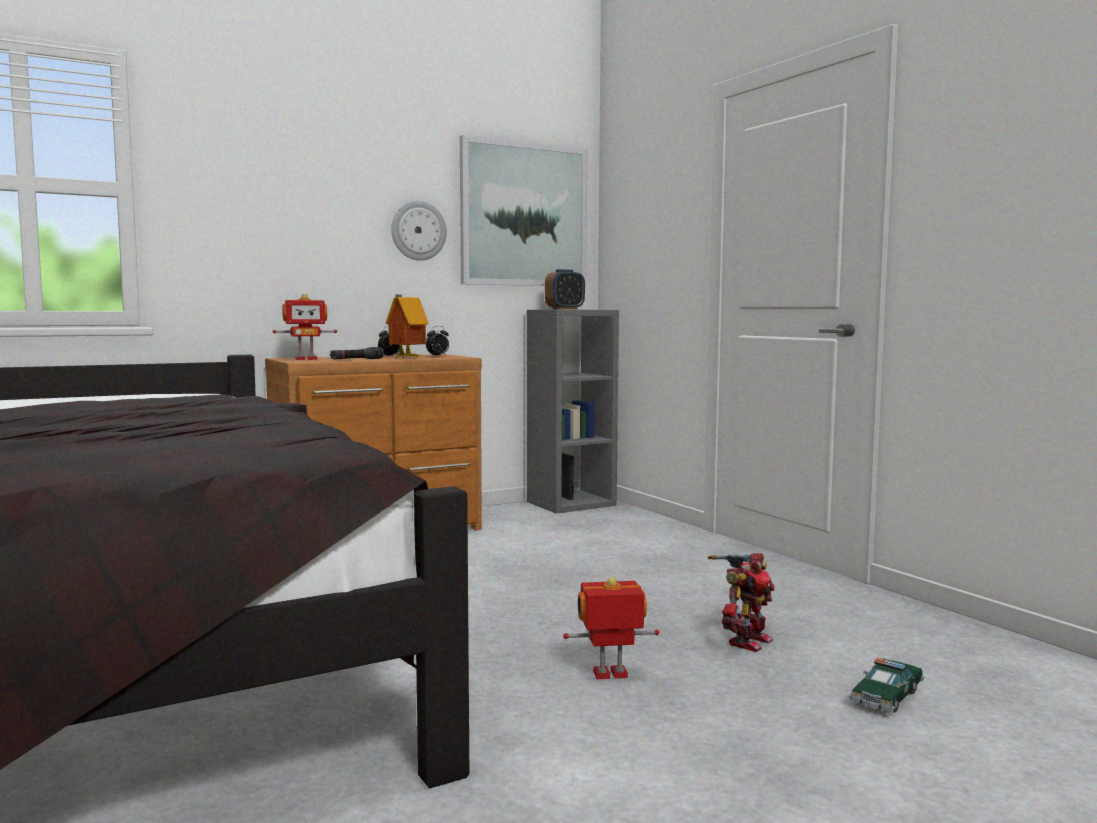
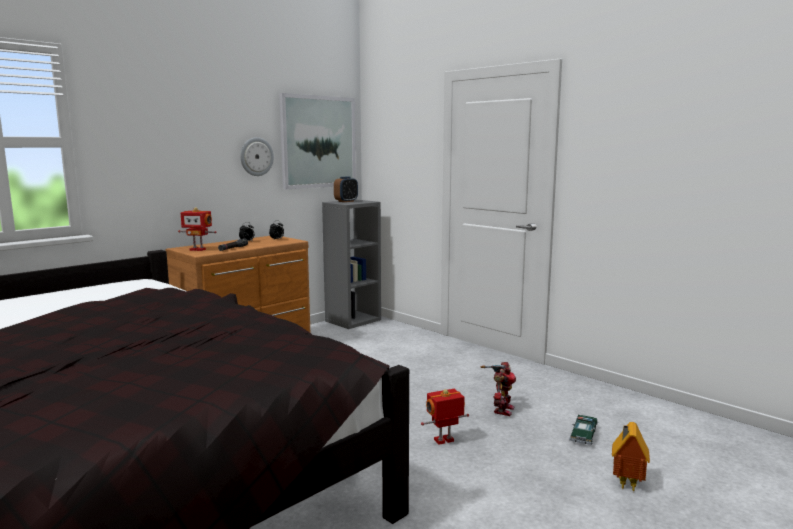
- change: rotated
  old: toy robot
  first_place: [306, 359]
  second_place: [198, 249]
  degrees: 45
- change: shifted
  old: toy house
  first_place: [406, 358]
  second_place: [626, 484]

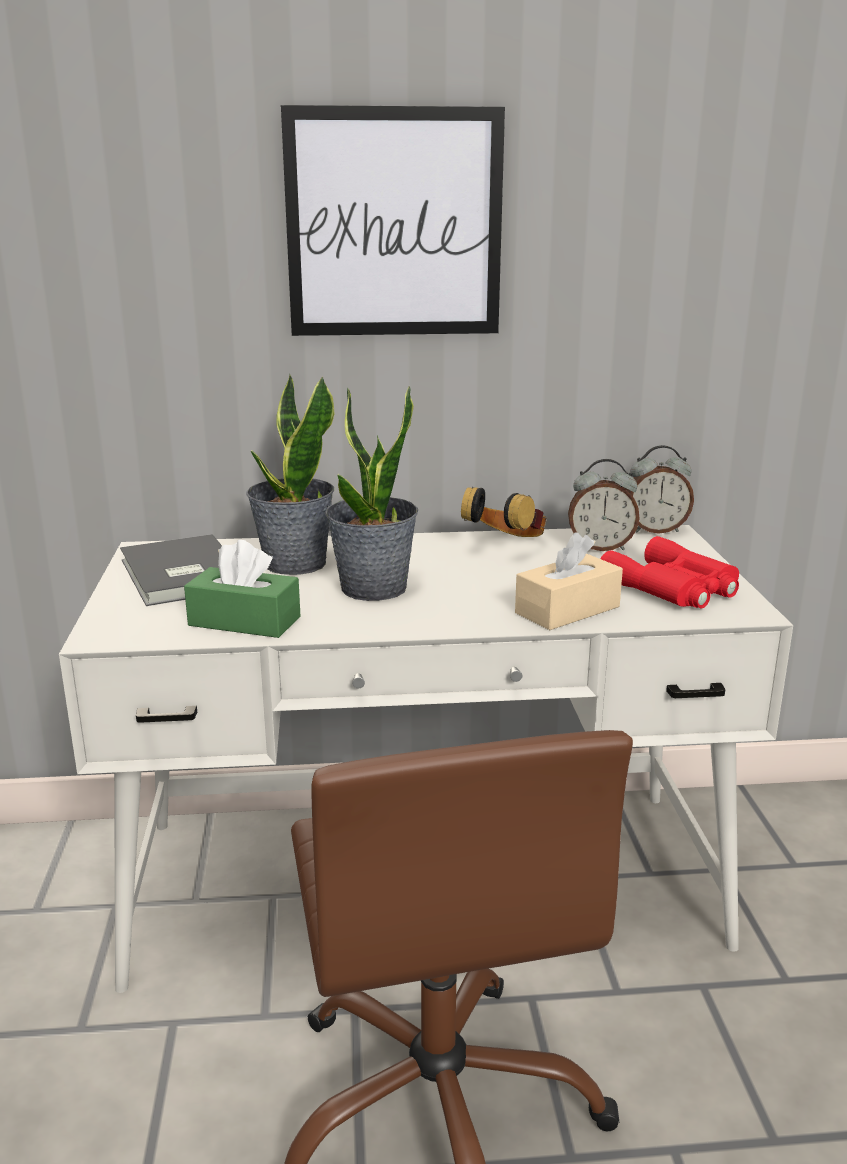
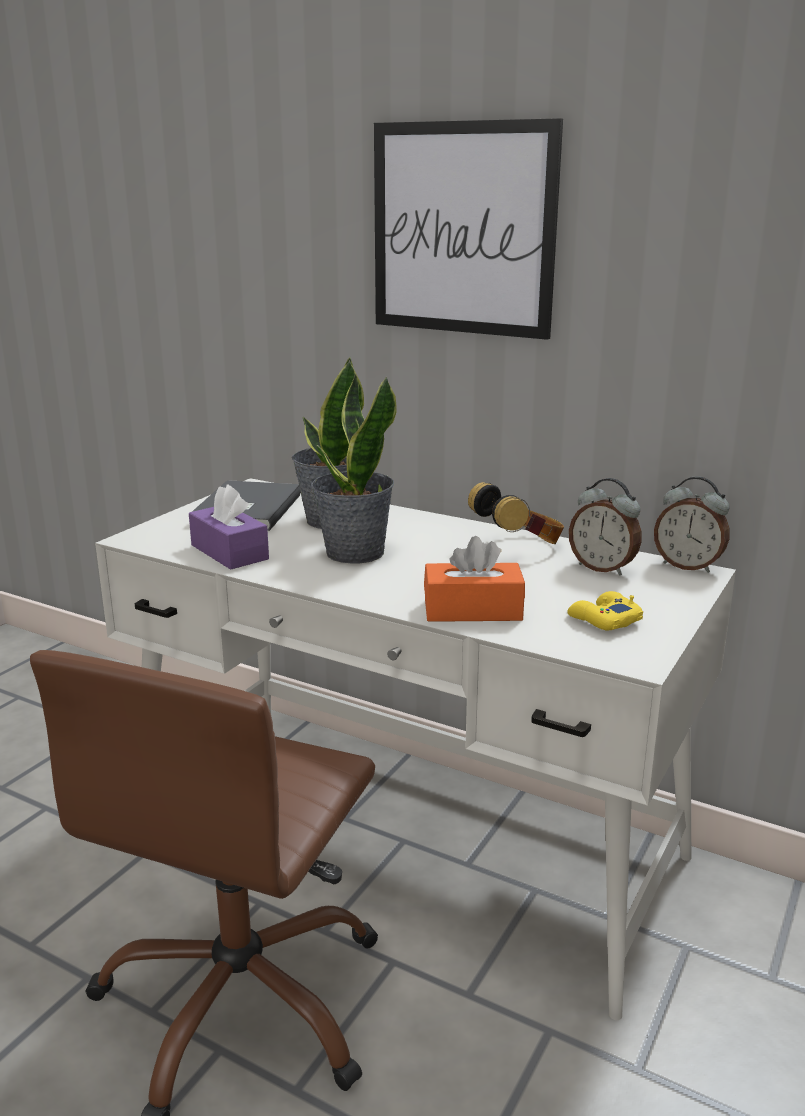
- change: repainted
  old: beige tissue box
  new: orange tissue box
  first_place: [567, 610]
  second_place: [472, 610]
- change: swapped
  old: red binoculars
  new: yellow game controller
  first_place: [673, 588]
  second_place: [604, 619]
- change: repainted
  old: green tissue box
  new: purple tissue box
  first_place: [244, 621]
  second_place: [229, 552]

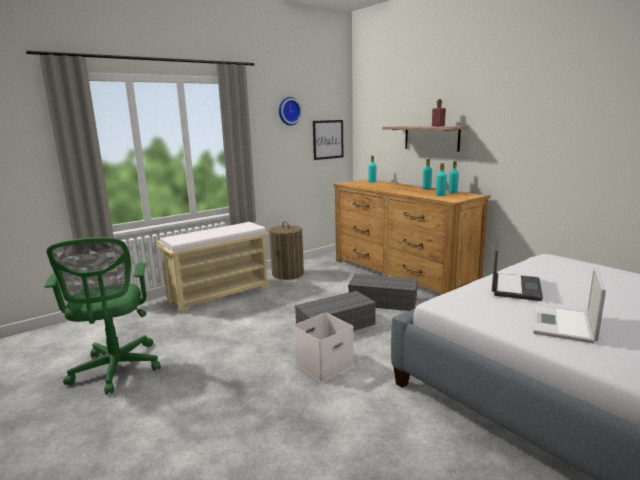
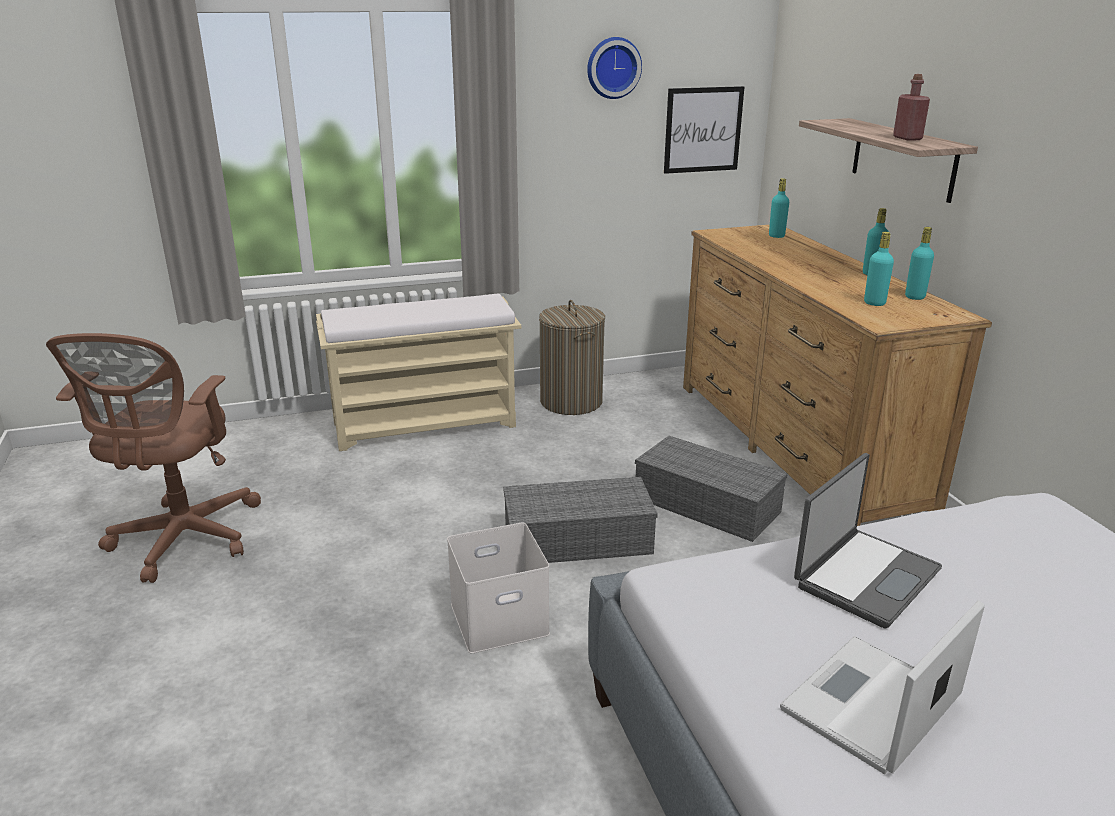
- change: repainted
  old: green office chair
  new: brown office chair
  first_place: [116, 370]
  second_place: [182, 541]

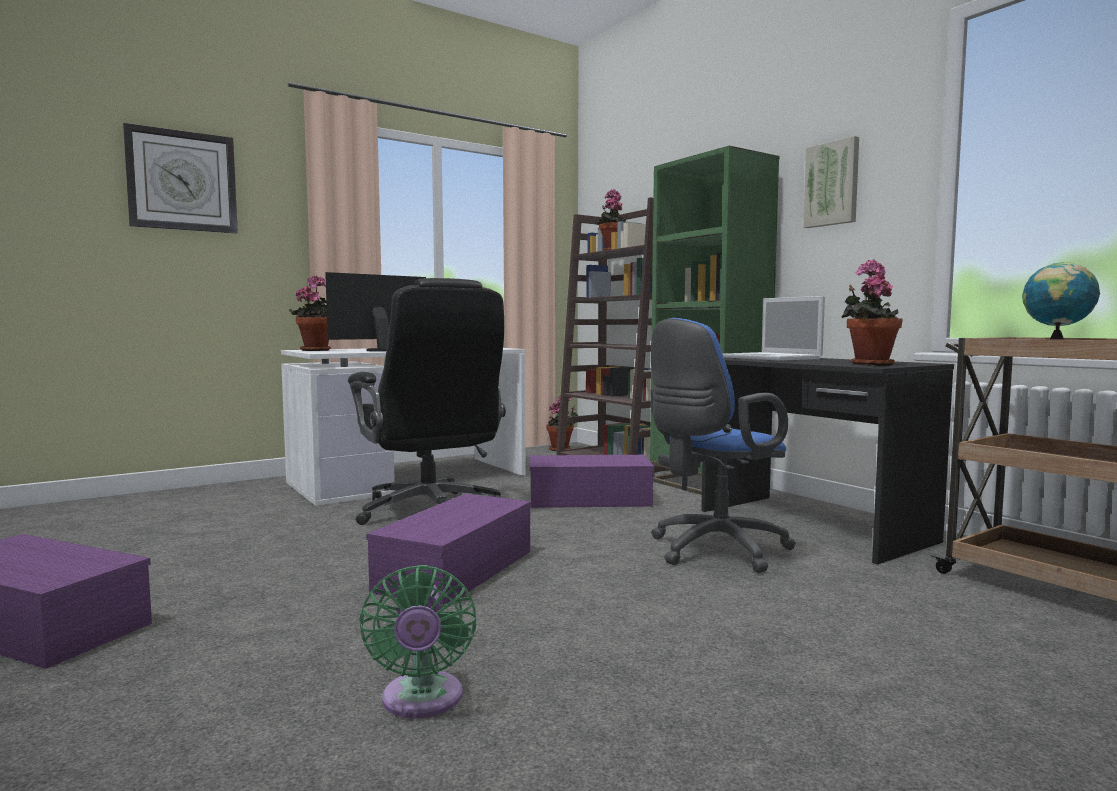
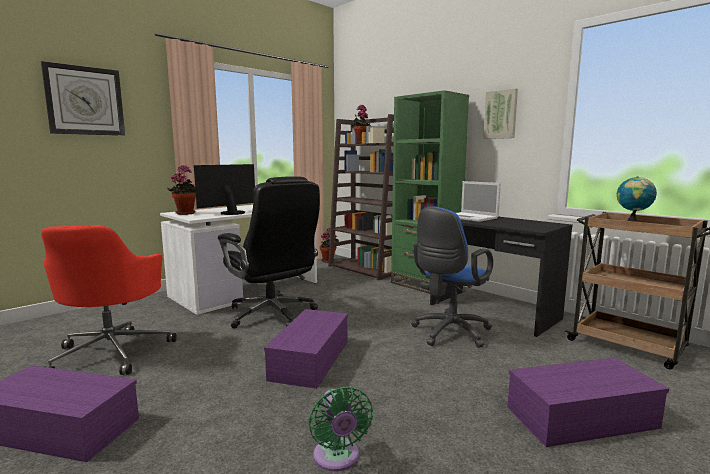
- change: gone
  old: potted plant
  first_place: [869, 364]
- change: shifted
  old: purple storage box
  first_place: [591, 499]
  second_place: [581, 416]
- change: new
  new: red office chair
  second_place: [113, 352]

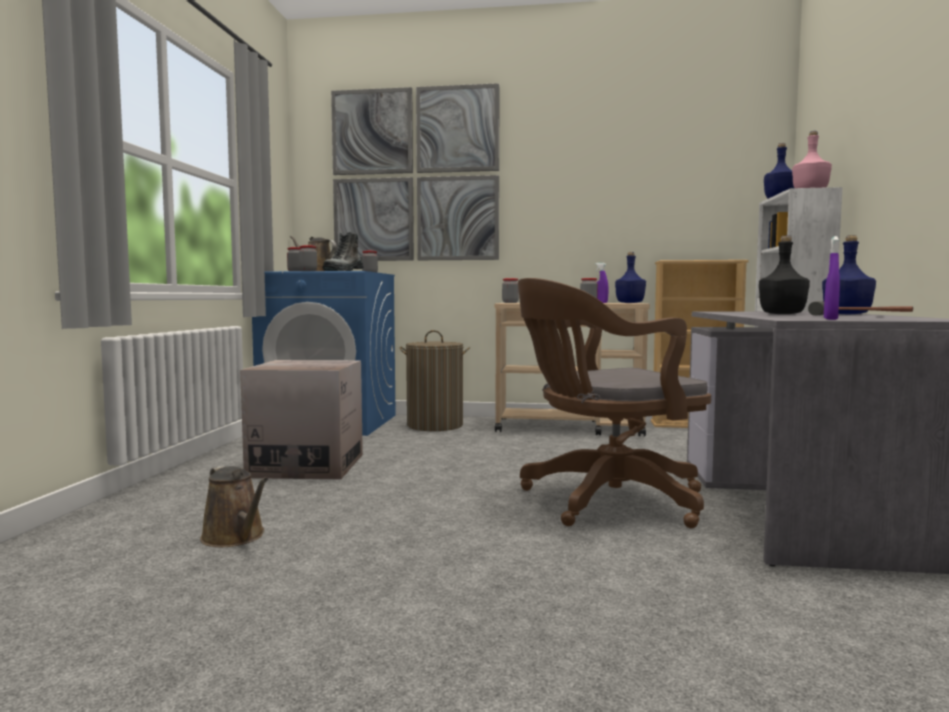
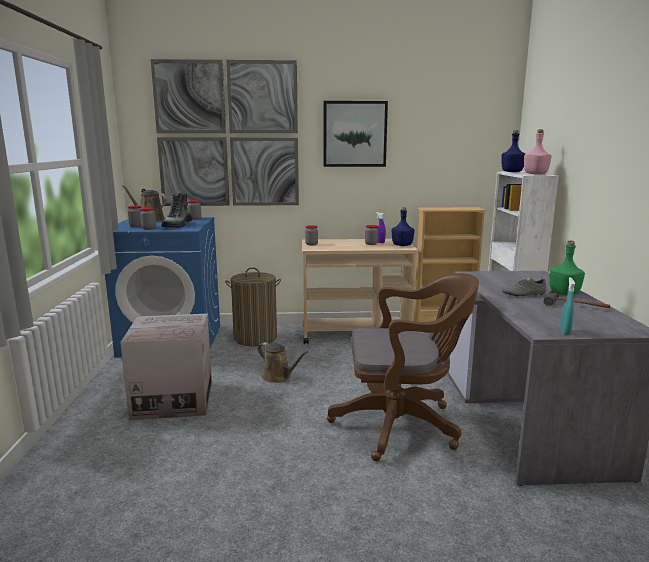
- change: repainted
  old: blue bottle
  new: green bottle
  first_place: [846, 314]
  second_place: [564, 293]
- change: swapped
  old: black bottle
  new: grey shoe
  first_place: [782, 314]
  second_place: [523, 295]
- change: repainted
  old: purple spray bottle
  new: turquoise spray bottle
  first_place: [830, 319]
  second_place: [565, 331]
- change: rotated
  old: brown office chair
  first_place: [605, 501]
  second_place: [402, 425]
  degrees: -150
- change: shifted
  old: brown watering can
  first_place: [236, 537]
  second_place: [278, 377]
- change: new
  new: picture
  second_place: [354, 134]

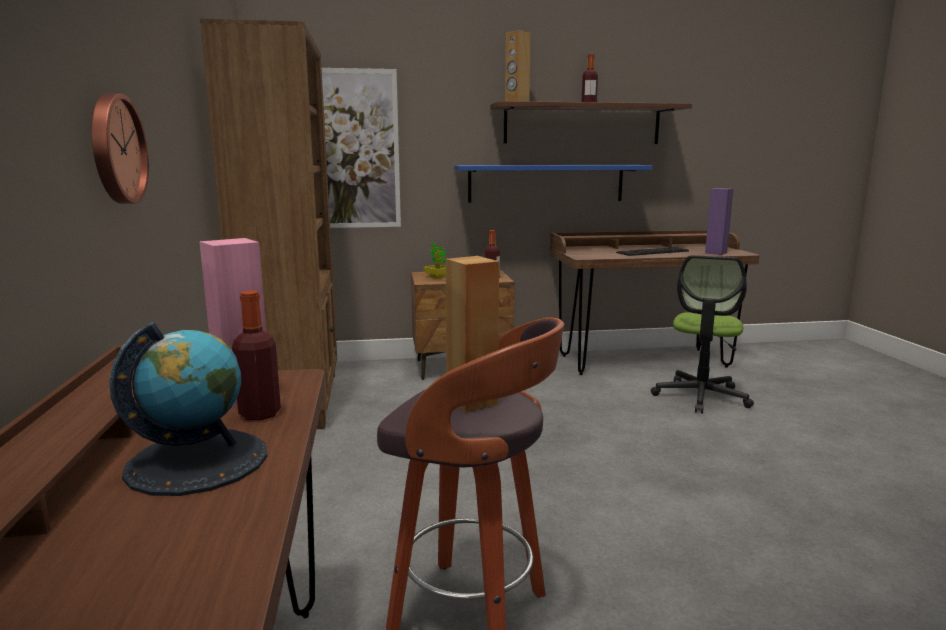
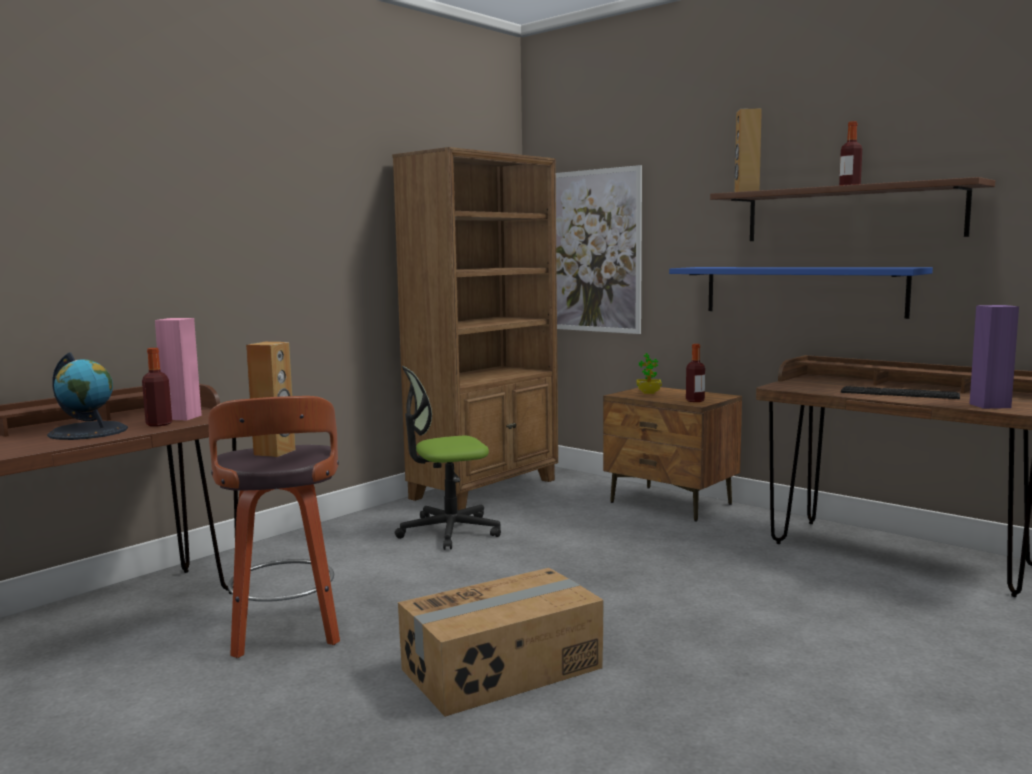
- change: gone
  old: wall clock
  first_place: [115, 149]
- change: shifted
  old: office chair
  first_place: [701, 396]
  second_place: [448, 531]
- change: new
  new: cardboard box
  second_place: [503, 669]

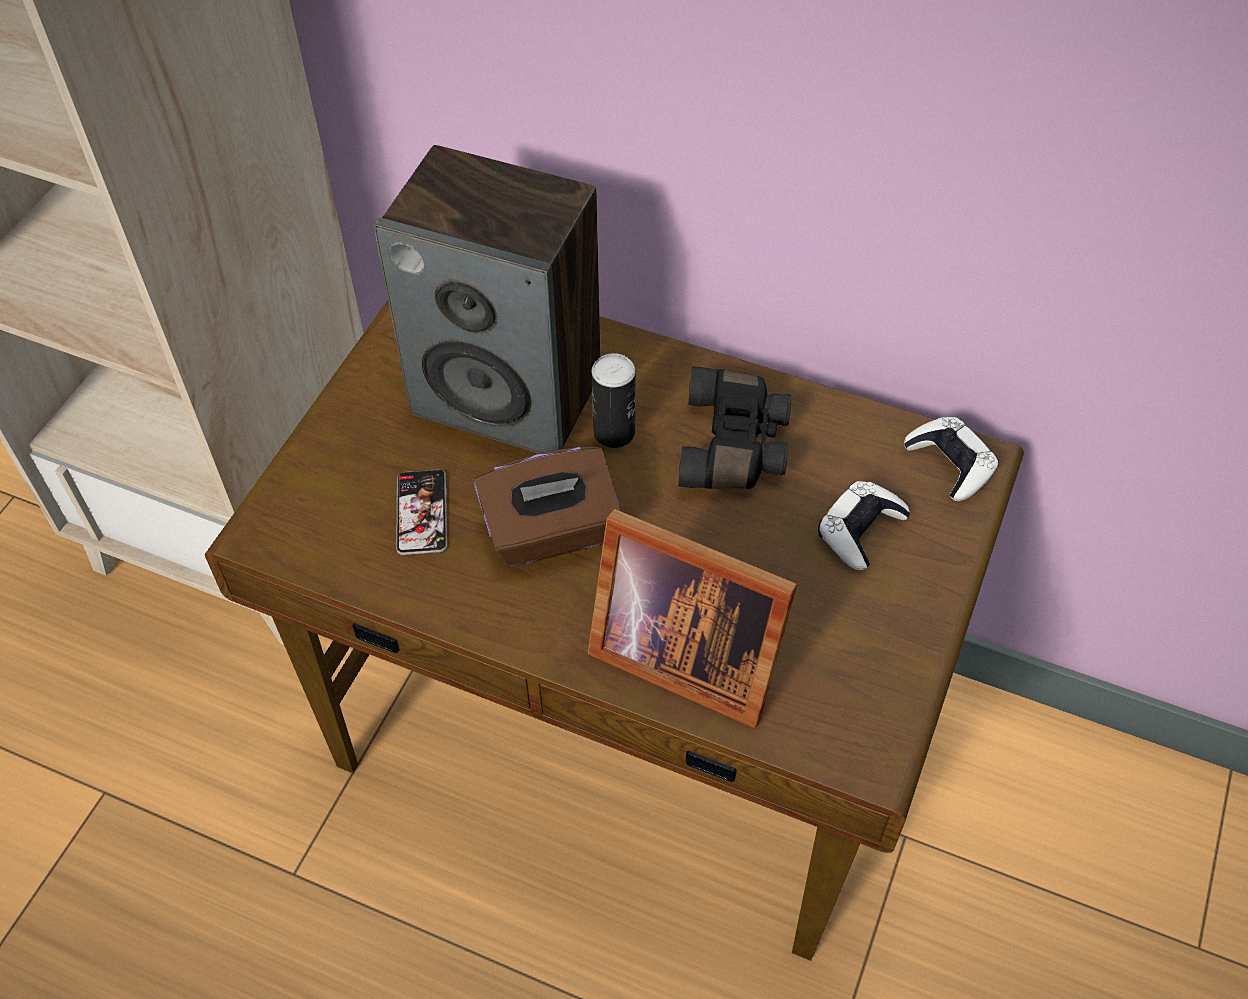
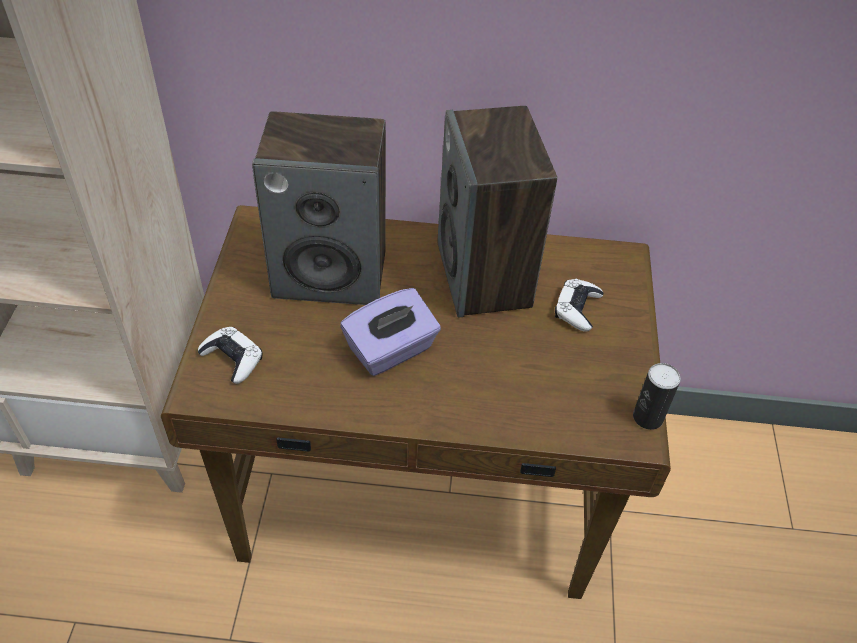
- change: shifted
  old: can
  first_place: [614, 432]
  second_place: [648, 417]
- change: swapped
  old: black binoculars
  new: speaker
  first_place: [736, 445]
  second_place: [484, 276]
- change: shifted
  old: white game controller
  first_place: [950, 463]
  second_place: [232, 358]
- change: repainted
  old: brown tissue box
  new: purple tissue box
  first_place: [551, 532]
  second_place: [391, 350]
- change: gone
  old: phone
  first_place: [422, 513]
- change: gone
  old: picture frame
  first_place: [682, 652]

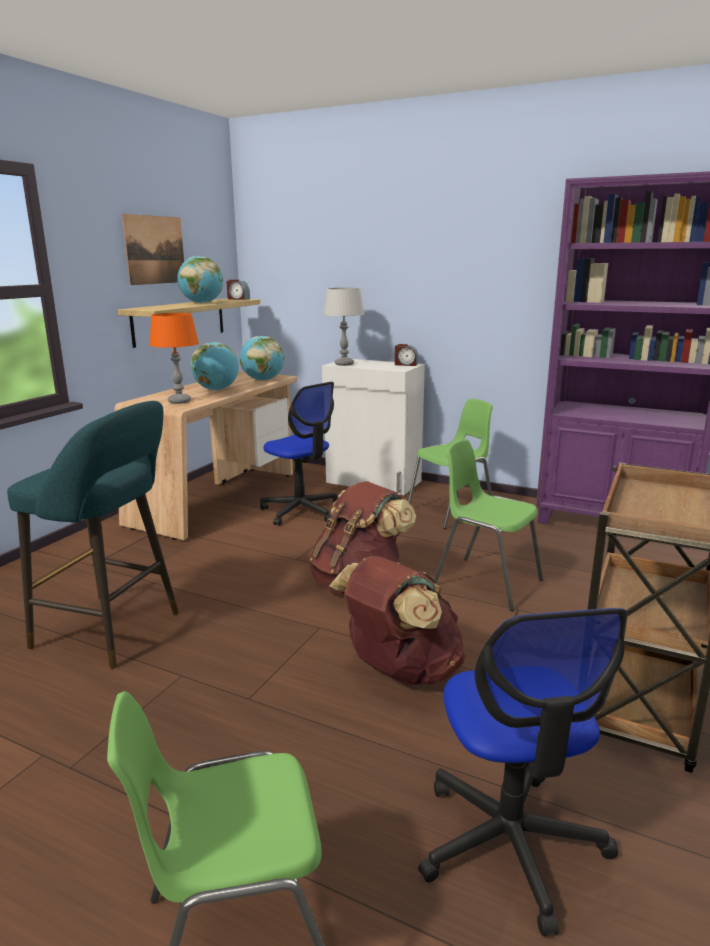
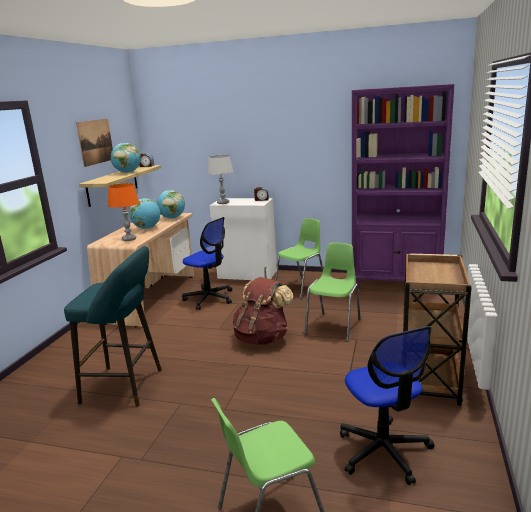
- change: rotated
  old: green chair
  first_place: [486, 582]
  second_place: [334, 326]
  degrees: 90
- change: gone
  old: brown backpack
  first_place: [400, 671]

